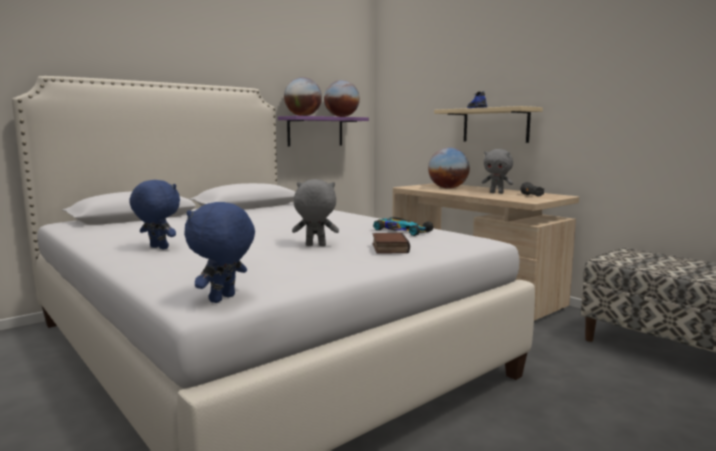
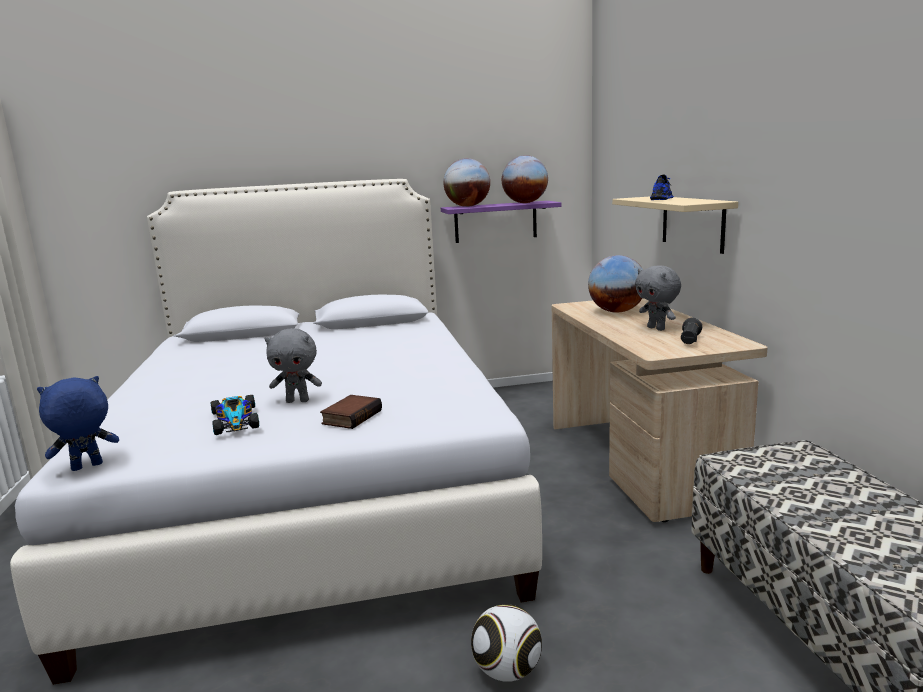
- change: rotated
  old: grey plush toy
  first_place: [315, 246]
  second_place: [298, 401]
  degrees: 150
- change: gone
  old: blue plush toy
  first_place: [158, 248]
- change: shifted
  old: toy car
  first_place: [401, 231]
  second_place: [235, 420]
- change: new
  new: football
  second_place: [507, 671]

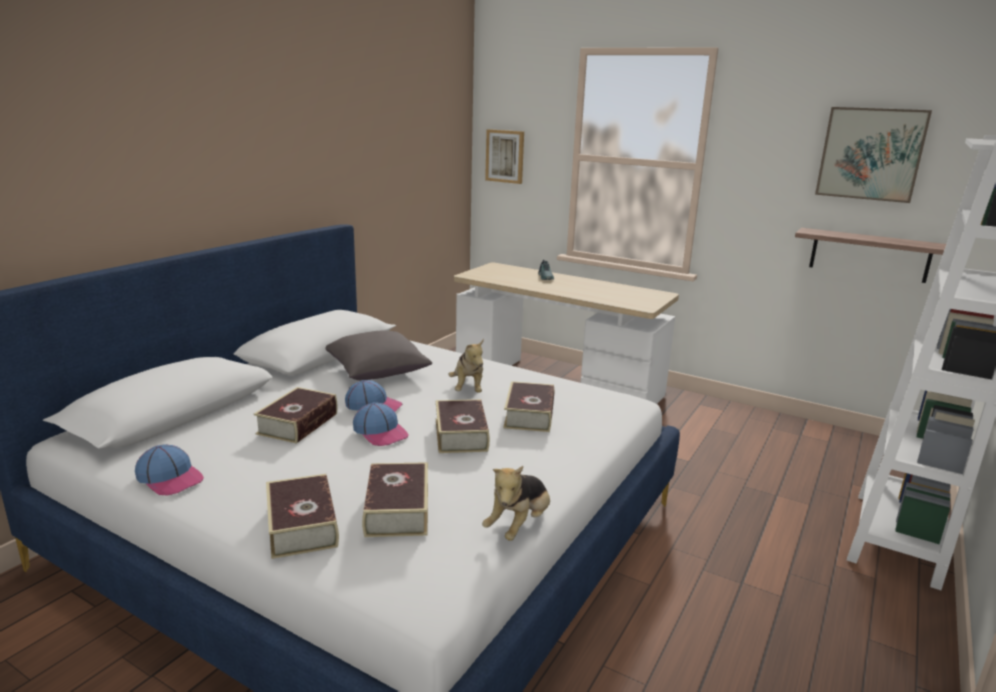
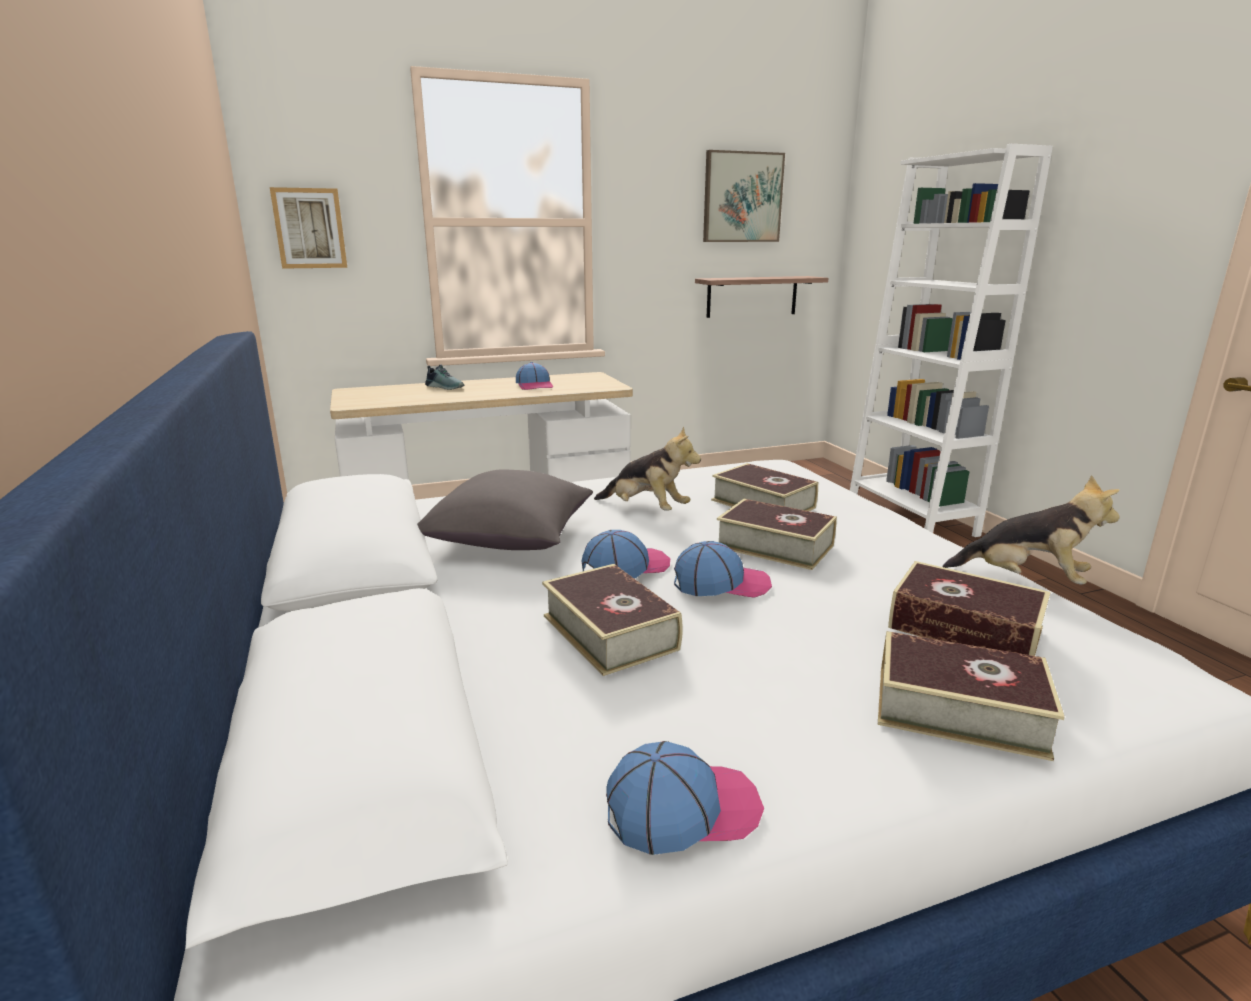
- change: rotated
  old: plush toy
  first_place: [519, 525]
  second_place: [1024, 580]
  degrees: -45
- change: new
  new: cap
  second_place: [534, 385]

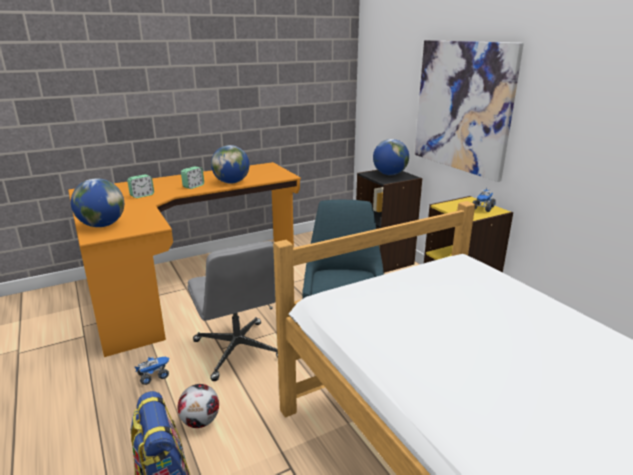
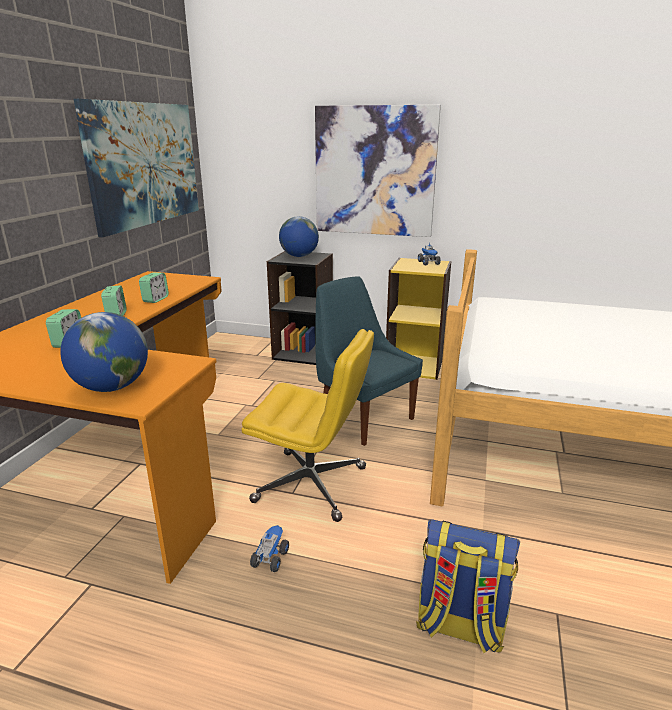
- change: swapped
  old: globe
  new: alarm clock
  first_place: [231, 182]
  second_place: [155, 299]
- change: repainted
  old: grey office chair
  new: yellow office chair
  first_place: [238, 350]
  second_place: [312, 484]
- change: gone
  old: football
  first_place: [201, 421]
- change: new
  new: picture
  second_place: [145, 164]

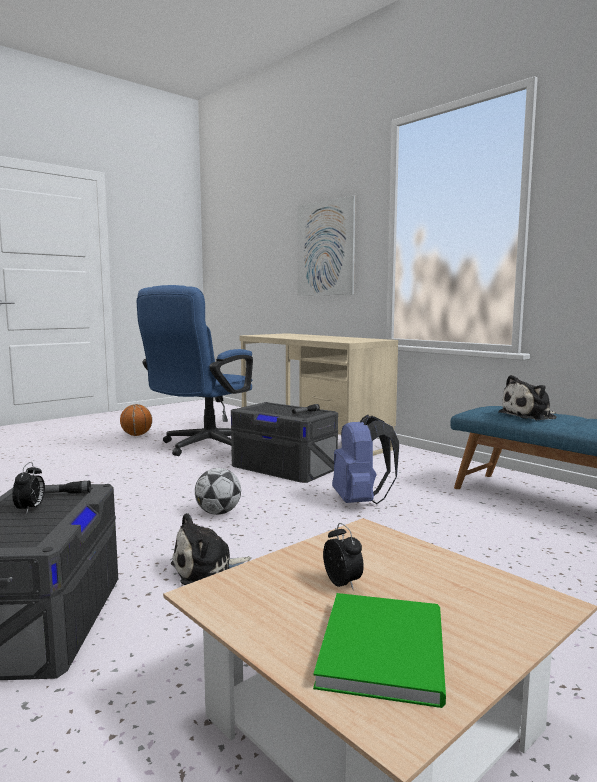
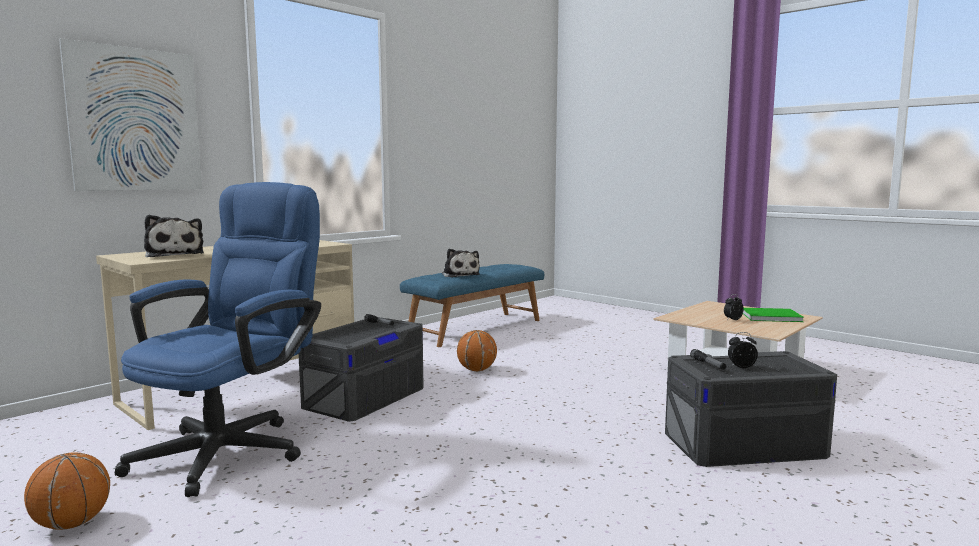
- change: rotated
  old: blue office chair
  first_place: [202, 447]
  second_place: [232, 448]
  degrees: -90
- change: swapped
  old: blue backpack
  new: basketball
  first_place: [361, 502]
  second_place: [476, 370]
- change: gone
  old: football
  first_place: [218, 513]
- change: shifted
  old: plush toy
  first_place: [208, 570]
  second_place: [174, 254]

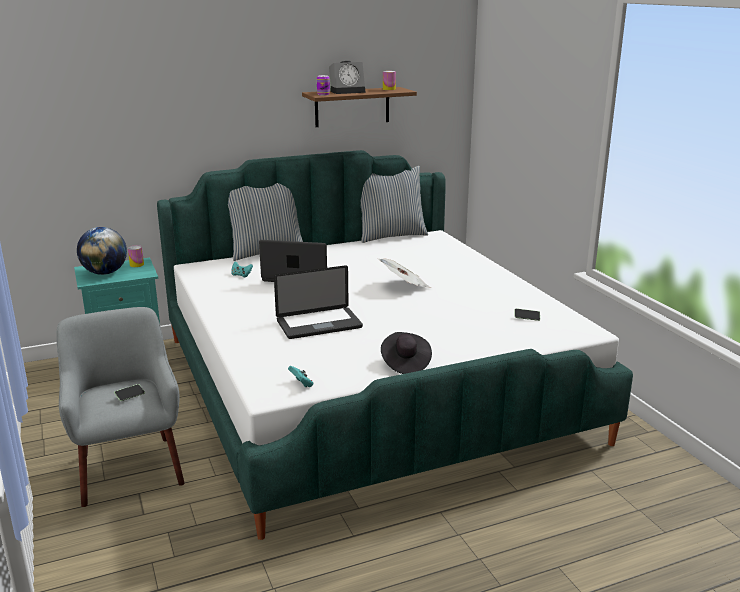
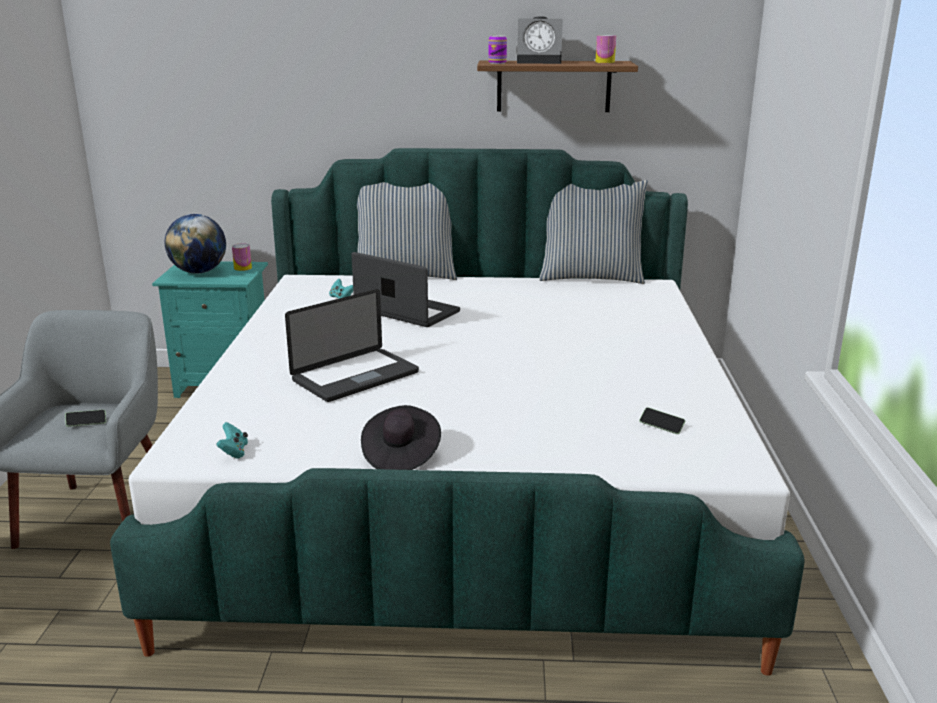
- change: gone
  old: newspaper
  first_place: [404, 286]
- change: rotated
  old: laptop
  first_place: [319, 324]
  second_place: [355, 377]
  degrees: -45

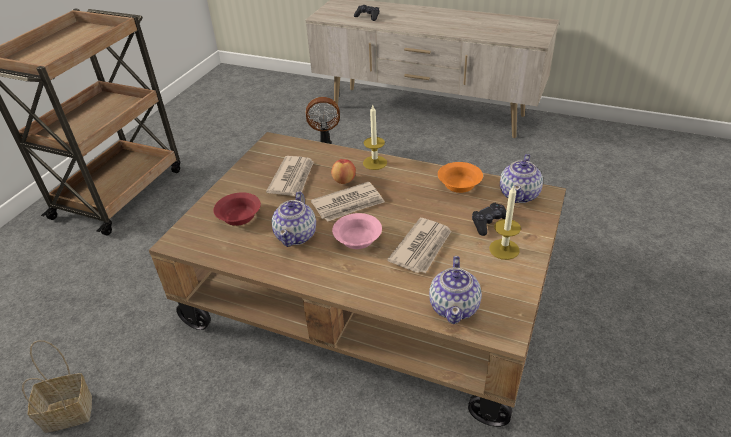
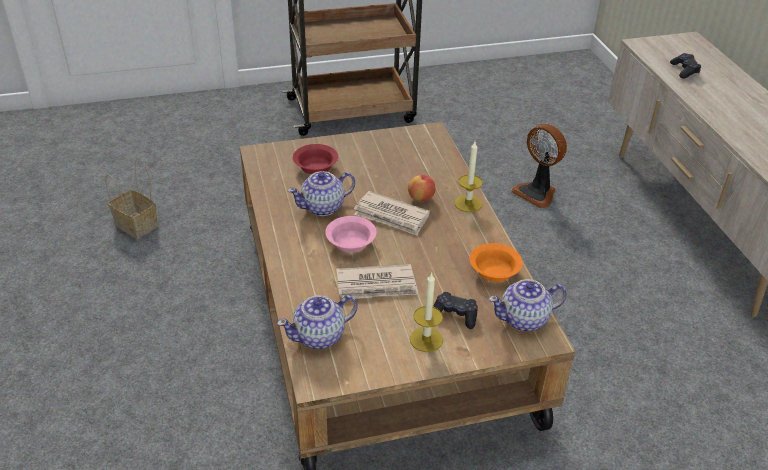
- change: gone
  old: newspaper
  first_place: [293, 178]

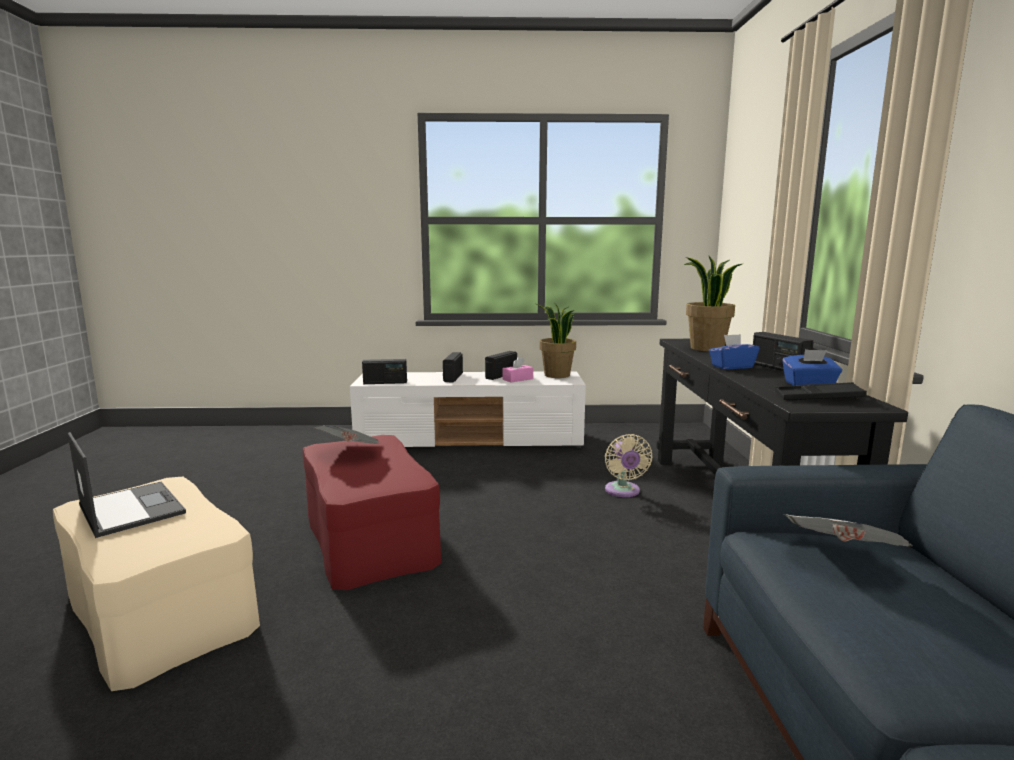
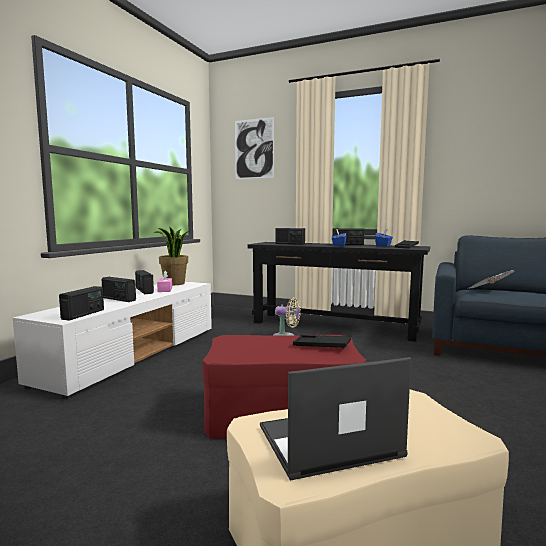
- change: swapped
  old: potted plant
  new: radio
  first_place: [706, 348]
  second_place: [290, 244]
- change: gone
  old: newspaper
  first_place: [352, 453]
- change: new
  new: picture
  second_place: [254, 149]
- change: new
  new: black tray
  second_place: [321, 345]

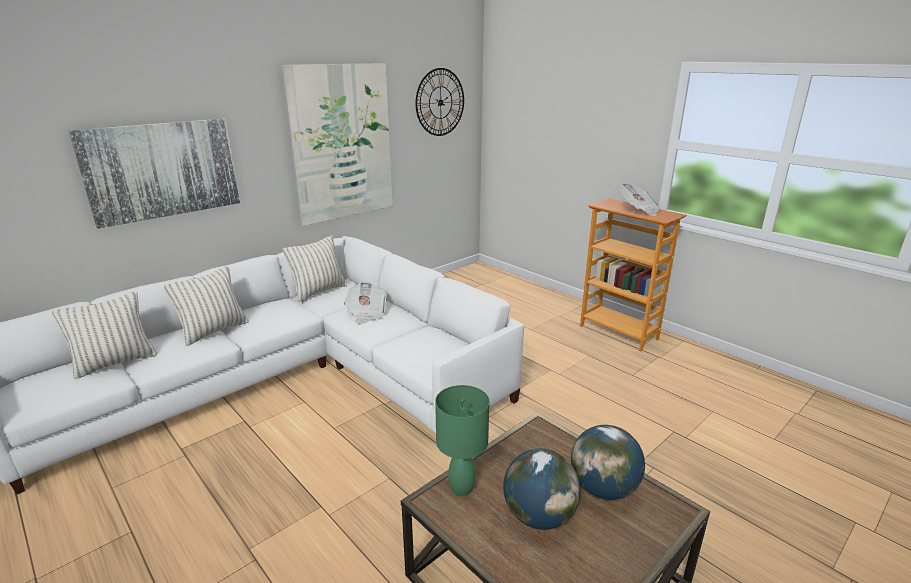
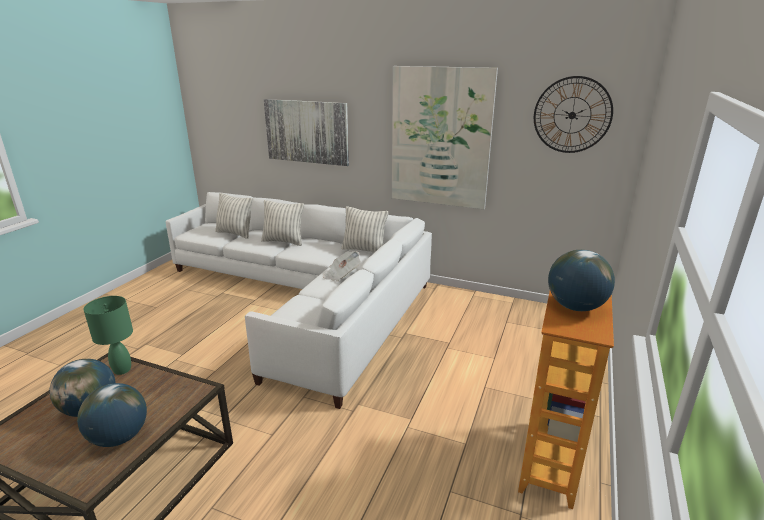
- change: swapped
  old: newspaper
  new: globe
  first_place: [639, 210]
  second_place: [576, 307]

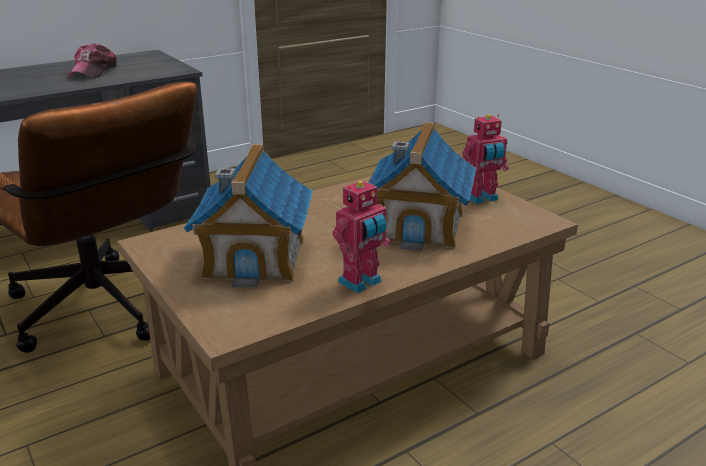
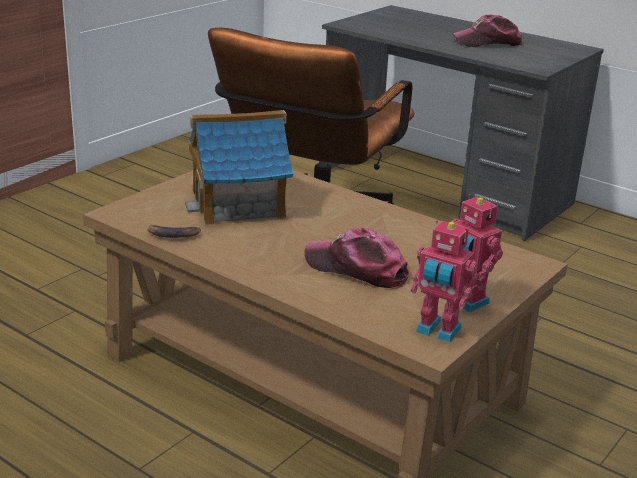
- change: swapped
  old: toy house
  new: cap
  first_place: [419, 226]
  second_place: [356, 269]
- change: shifted
  old: toy robot
  first_place: [361, 283]
  second_place: [437, 331]
- change: new
  new: banana
  second_place: [172, 234]

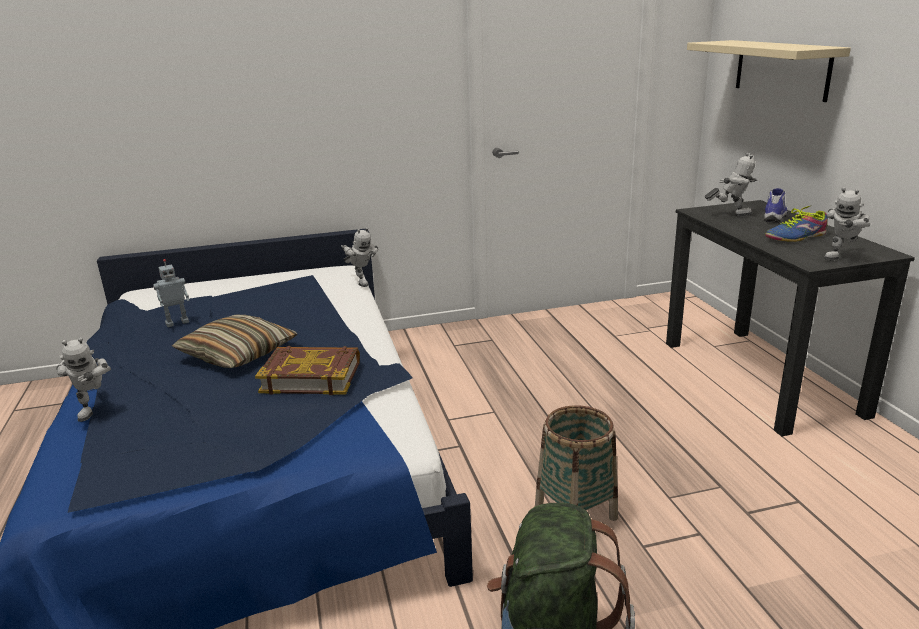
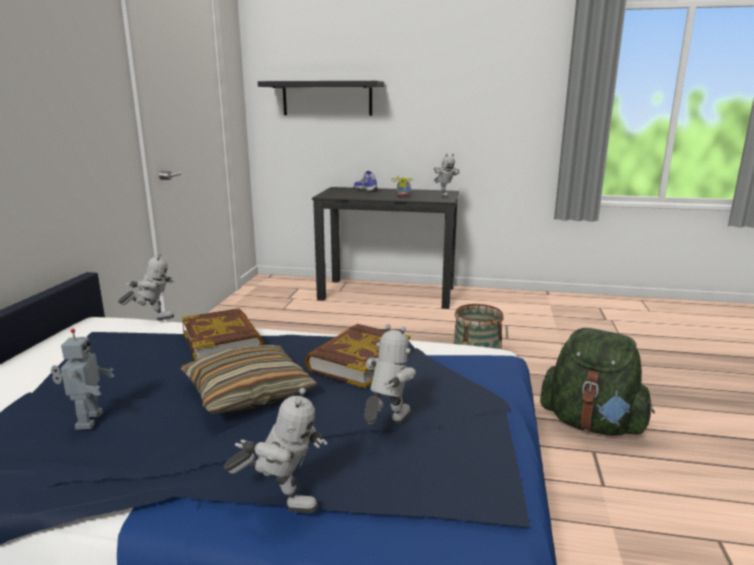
- change: repainted
  old: beige shelf
  new: black shelf
  first_place: [781, 69]
  second_place: [327, 98]
- change: shifted
  old: toy robot
  first_place: [730, 215]
  second_place: [386, 426]
- change: new
  new: book
  second_place: [222, 341]

